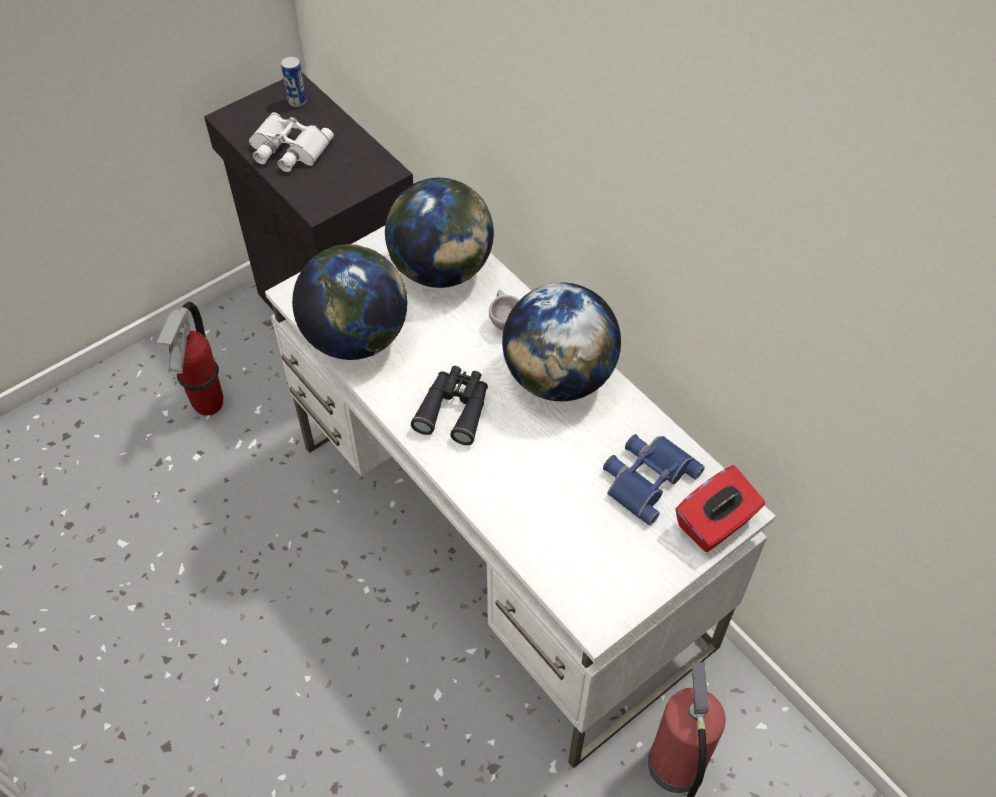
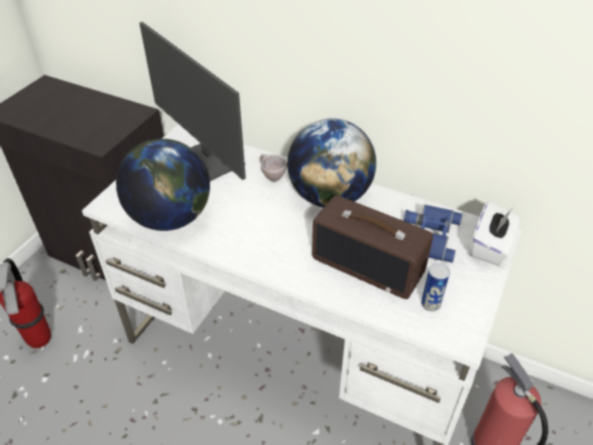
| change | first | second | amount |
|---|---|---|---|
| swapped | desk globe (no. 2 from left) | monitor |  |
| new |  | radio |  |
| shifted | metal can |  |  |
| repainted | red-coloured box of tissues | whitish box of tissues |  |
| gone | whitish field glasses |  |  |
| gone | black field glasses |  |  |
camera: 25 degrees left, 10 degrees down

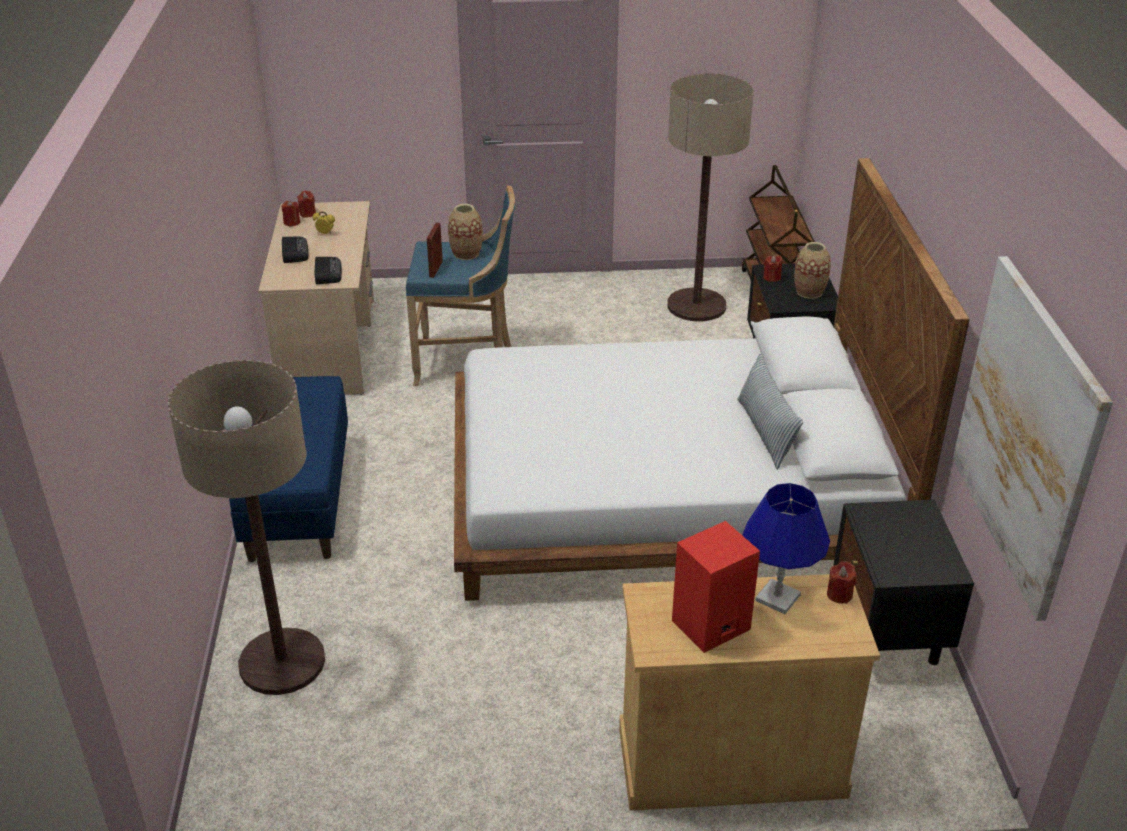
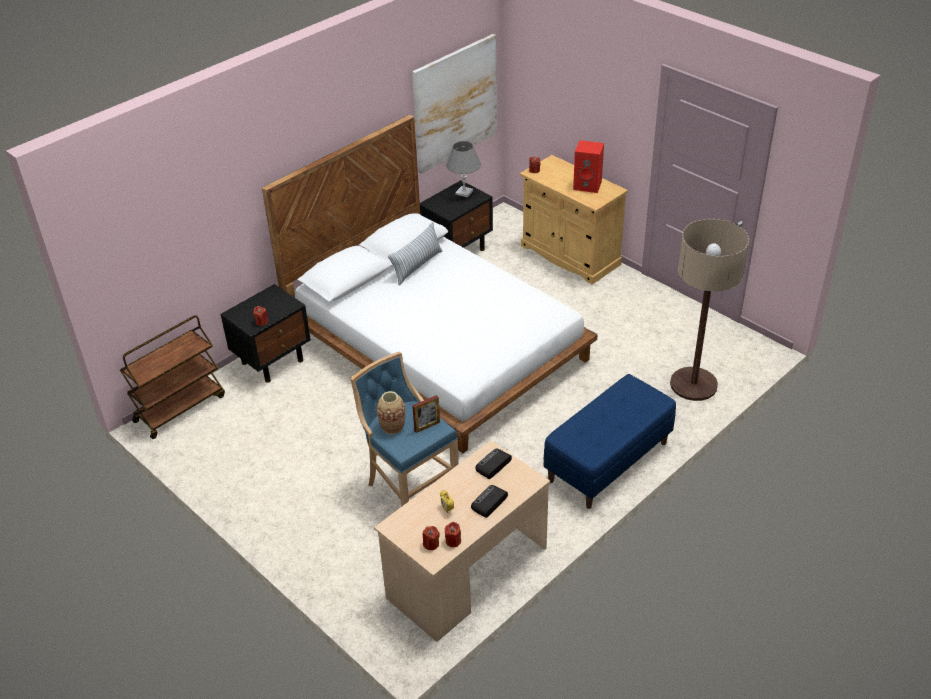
| change | first | second | amount |
|---|---|---|---|
| new |  | greyish table lamp |  |
| gone | floor lamp (no. 2 from left) |  |  |
| gone | bluish table lamp |  |  |
| gone | vase (no. 2 from left) |  |  |
camera: 130 degrees left, 5 degrees up

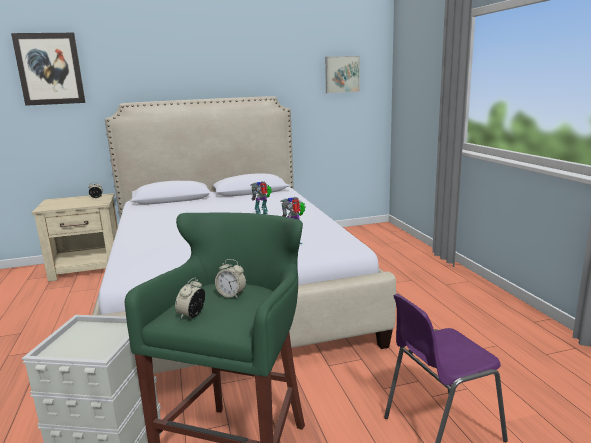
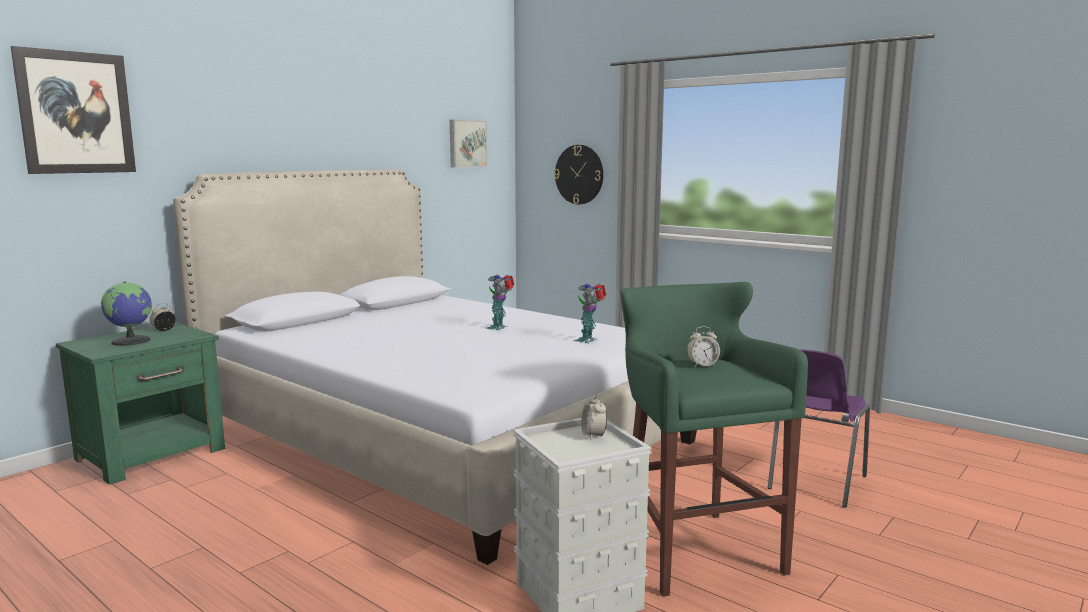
| change | first | second | amount |
|---|---|---|---|
| repainted | beige-coloured night table | greenish night table |  |
| new |  | desk globe |  |
| new |  | wall clock |  |
| shifted | bedside clock (no. 2 from left) |  |  |
camera: 35 degrees left, 5 degrees down

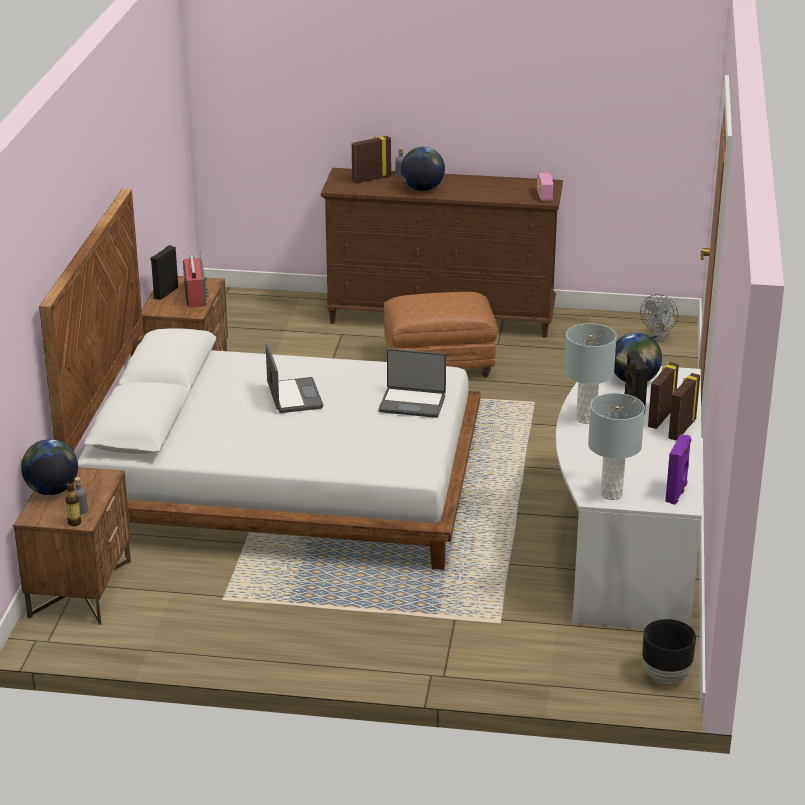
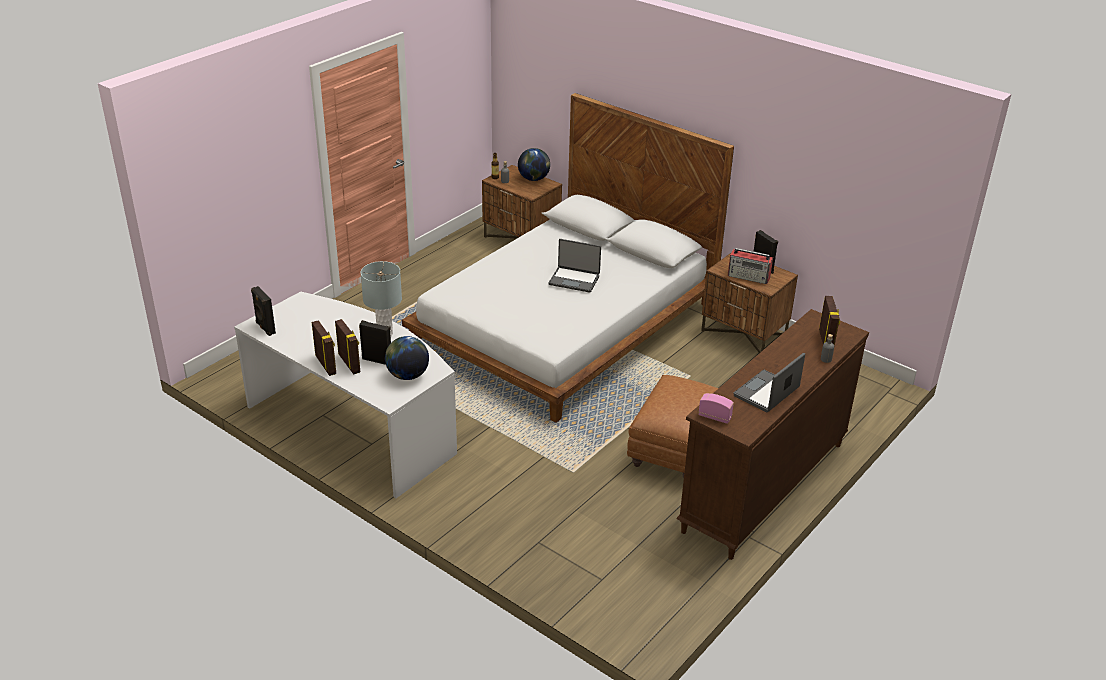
| change | first | second | amount |
|---|---|---|---|
| repainted | purple-coloured loudspeaker | black loudspeaker (no. 1 from left) |  |
| shifted | portable computer (no. 2 from left) |  |  |
| gone | desk globe (no. 2 from left) |  |  |
| gone | greyish table lamp (no. 2 from left) |  |  |
| gone | greyish cooling fan |  |  |
| gone | black plant pot |  |  |
camera: 120 degrees right, 5 degrees up

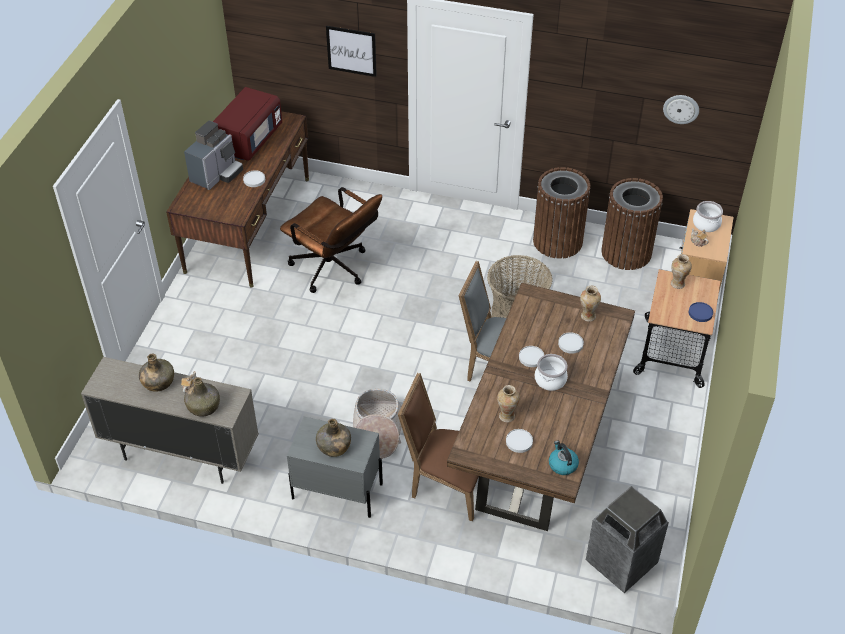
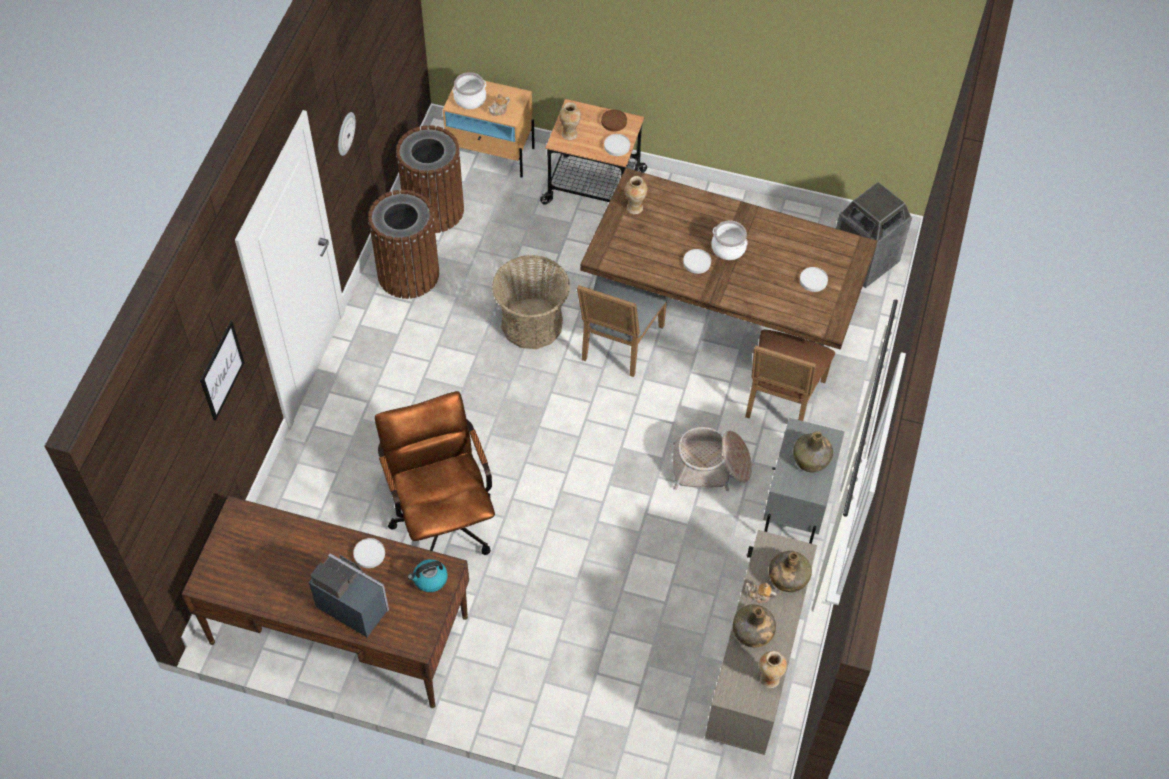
| change | first | second | amount |
|---|---|---|---|
| shifted | wall clock |  |  |
| rotated | brown-coloured office chair |  | 60 degrees counterclockwise |
| shifted | kettle |  |  |
| repainted | bluish flat dish | brown-coloured flat dish |  |
| shifted | whitish flat dish (no. 4 from left in the first image) | whitish flat dish (no. 2 from left) |  |
| shifted | vase (no. 1 from left in the first image) | vase (no. 3 from left) |  |
| gone | red-coloured microwave |  |  |
camera: 90 degrees left, 10 degrees up

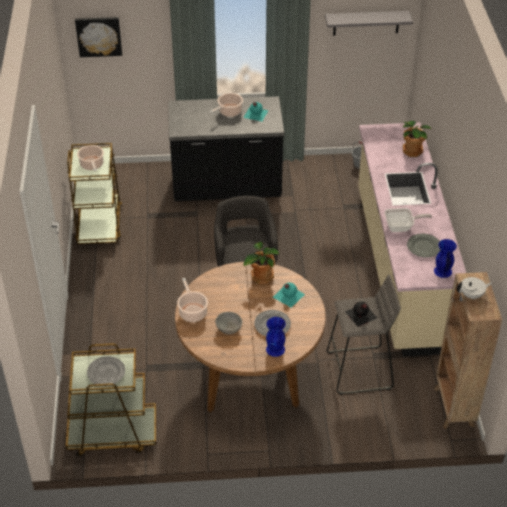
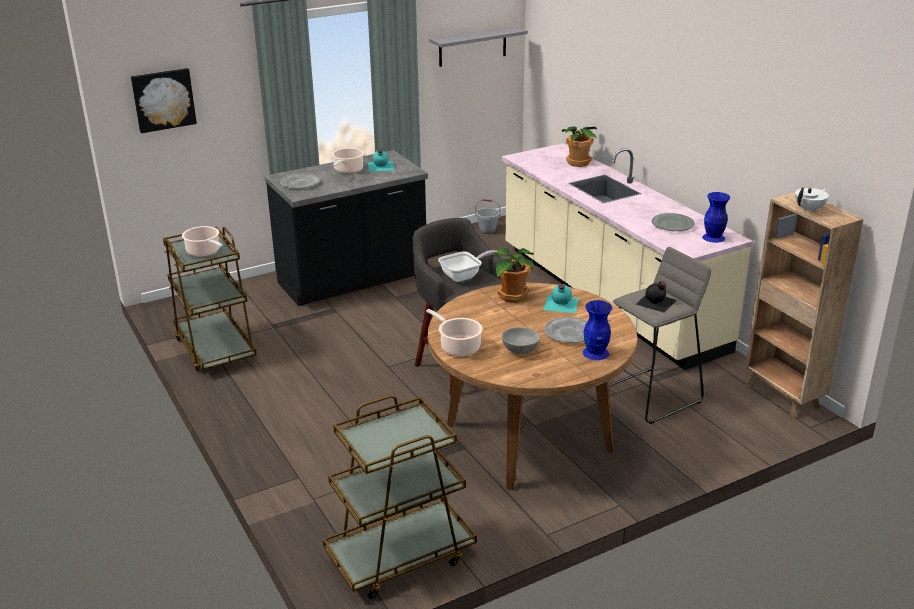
| change | first | second | amount |
|---|---|---|---|
| shifted | greyish flat dish (no. 1 from left) |  |  |
| shifted | frying pan |  |  |
camera: 25 degrees left, 15 degrees down

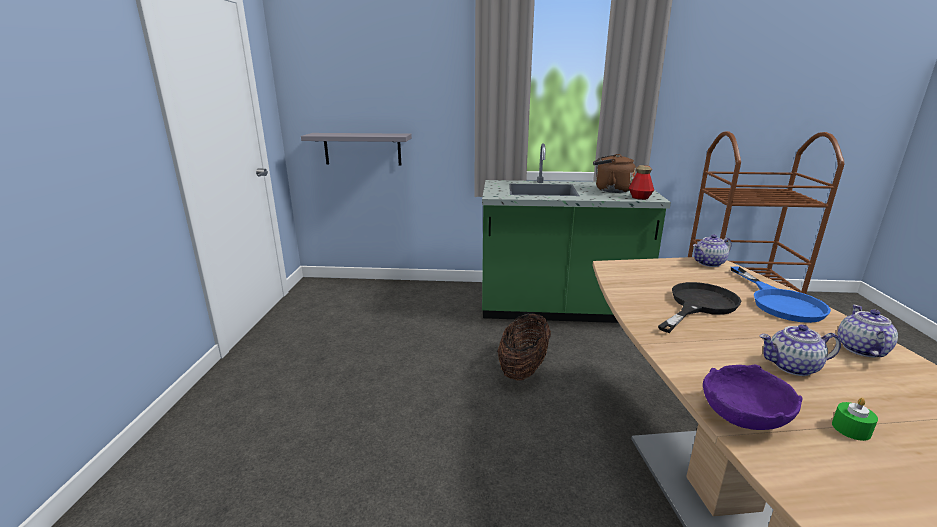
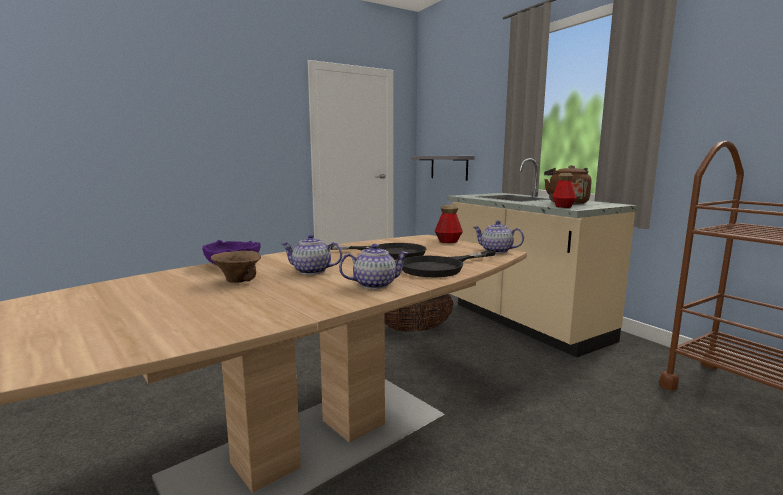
| change | first | second | amount |
|---|---|---|---|
| swapped | greenish wax candle | brown-coloured deep dish |  |
| rotated | teapot (no. 2 from left in the first image) | teapot (no. 1 from left) | 45 degrees counterclockwise |
| repainted | bluish frying pan | black frying pan (no. 2 from left) |  |
| new |  | drink bottle (no. 1 from left) |  |
| repainted | greenish counter | beige-coloured counter |  |
camera: 55 degrees right, 10 degrees down

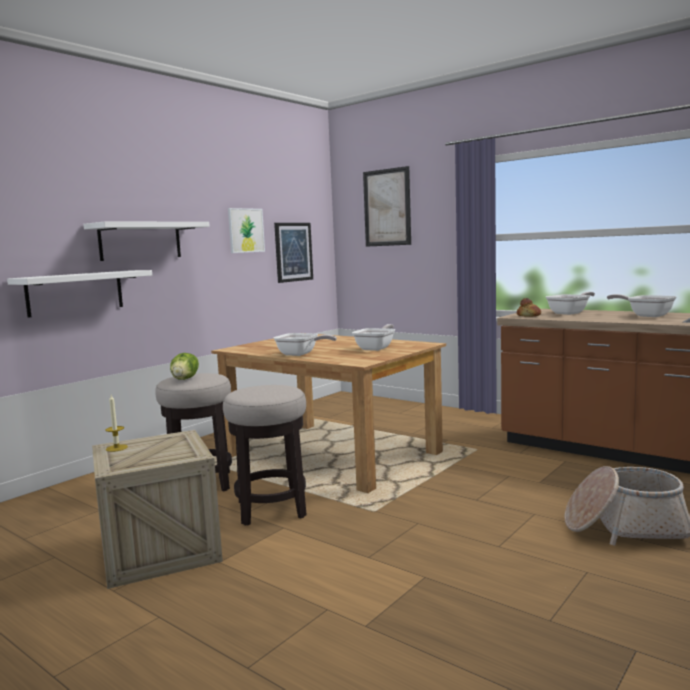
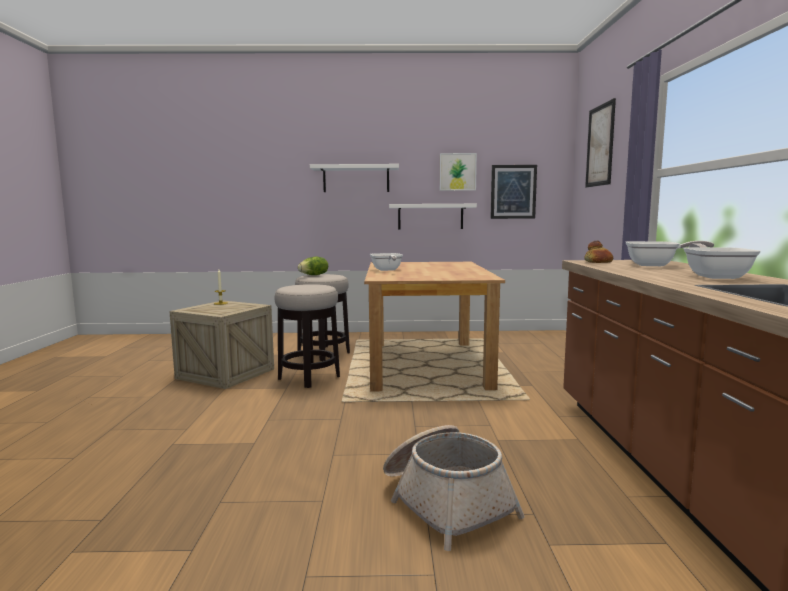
| change | first | second | amount |
|---|---|---|---|
| shifted | whitish wall shelf (no. 1 from left in the first image) | whitish wall shelf (no. 2 from left) |  |
| gone | frying pan (no. 2 from left) |  |  |
camera: 50 degrees right, 0 degrees up

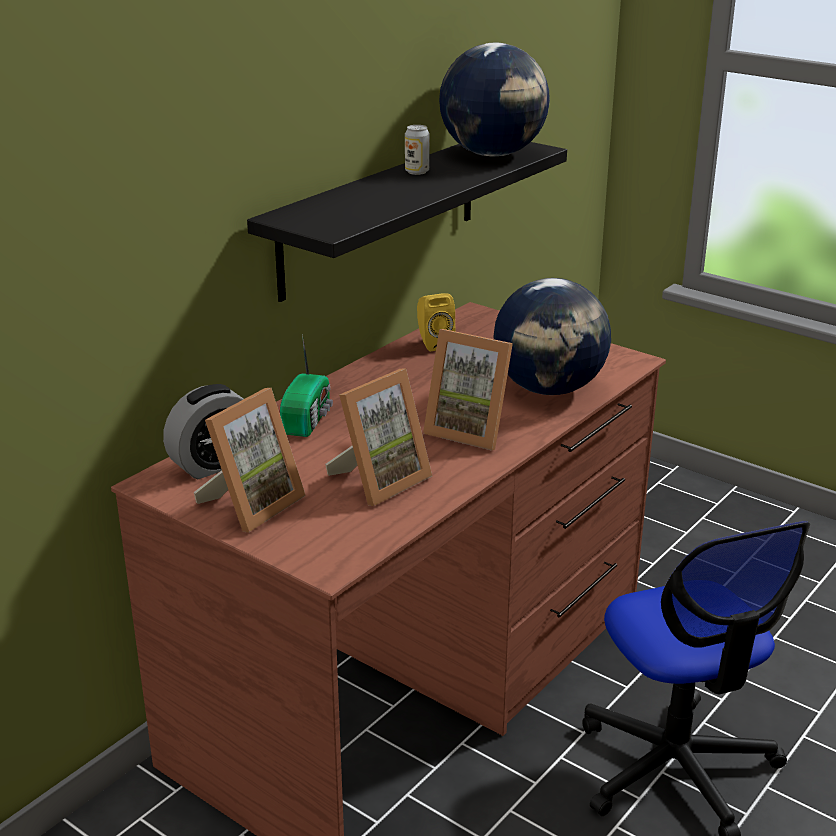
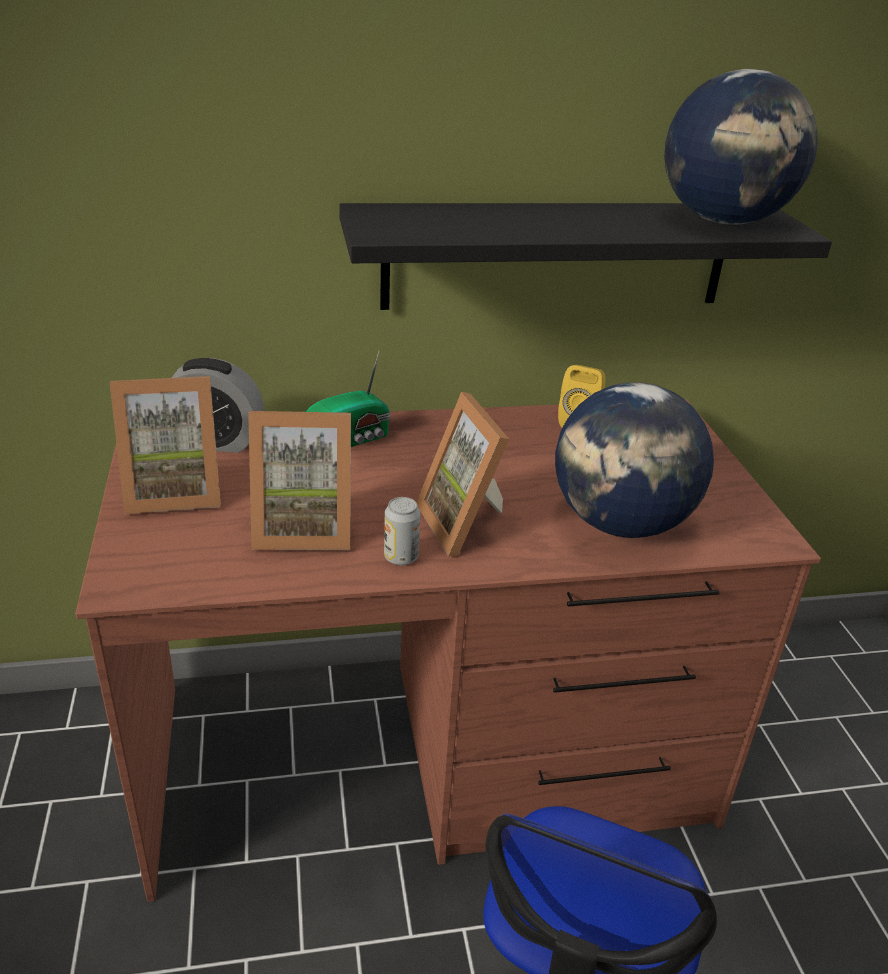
| change | first | second | amount |
|---|---|---|---|
| shifted | metal can |  |  |
camera: 40 degrees right, 5 degrees up

